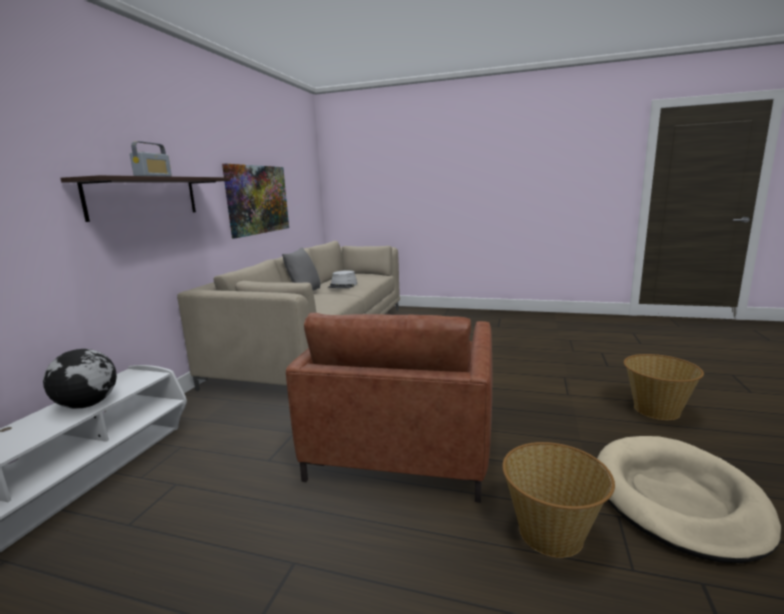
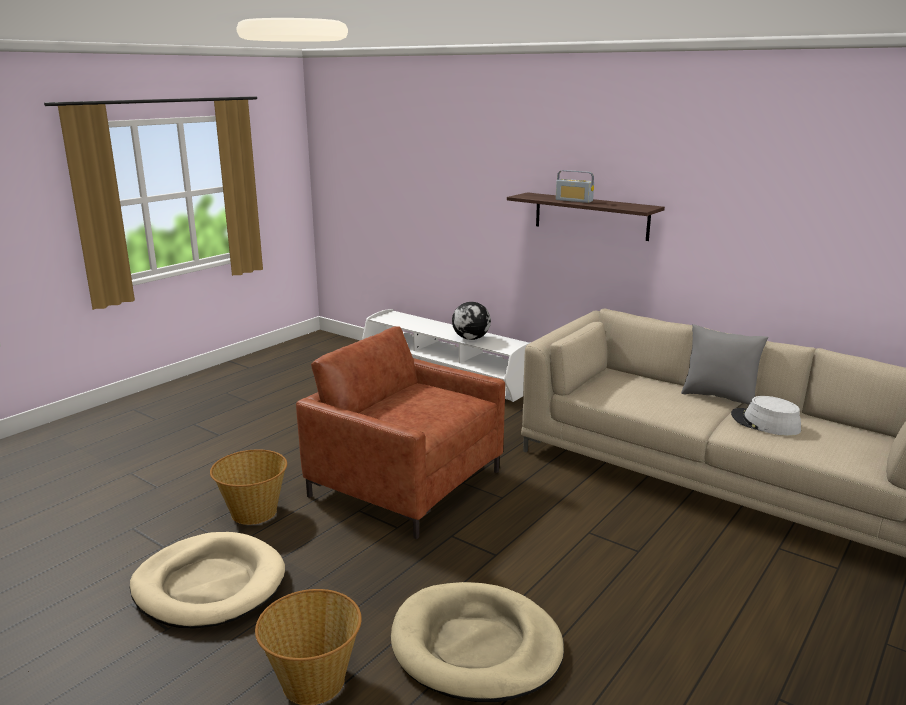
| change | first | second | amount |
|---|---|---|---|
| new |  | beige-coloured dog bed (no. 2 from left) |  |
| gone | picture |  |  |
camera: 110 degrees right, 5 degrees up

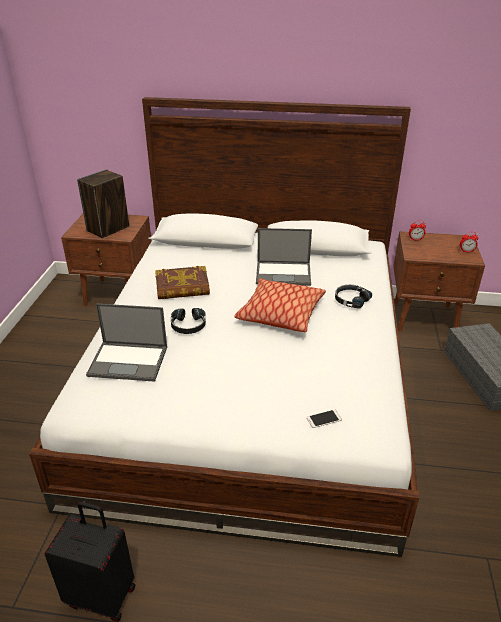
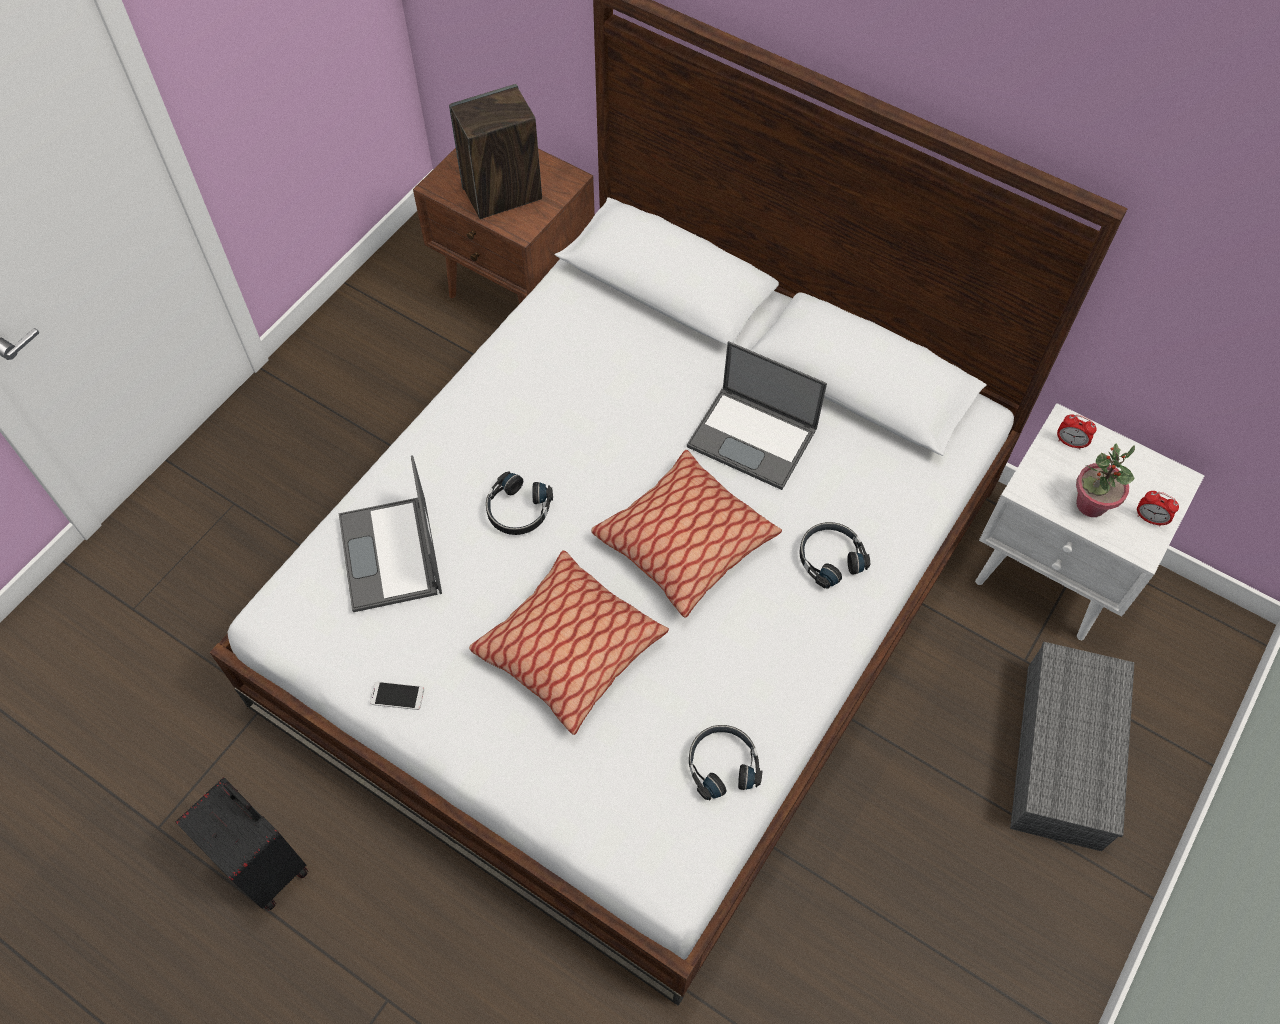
| change | first | second | amount |
|---|---|---|---|
| rotated | portable computer (no. 1 from left) |  | 45 degrees clockwise |
| shifted | phone |  |  |
| new |  | pillow (no. 1 from left) |  |
| new |  | black headphones (no. 2 from left) |  |
| repainted | brown-coloured night table (no. 2 from left) | whitish night table |  |
| new |  | potted plant |  |
| gone | bound book |  |  |
camera: 25 degrees right, 25 degrees up

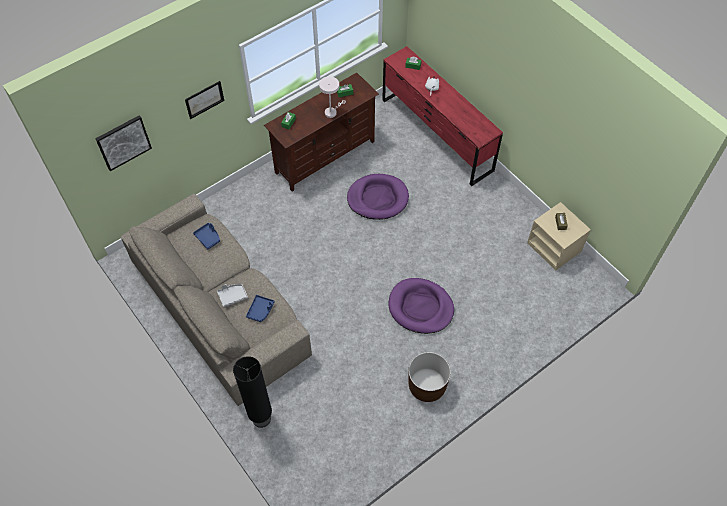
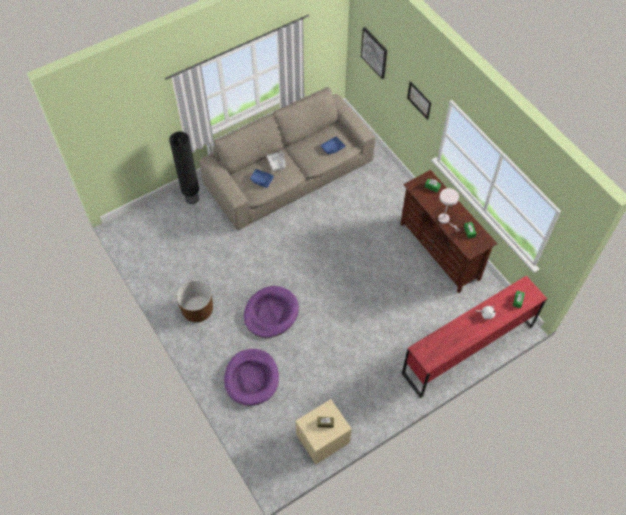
| change | first | second | amount |
|---|---|---|---|
| shifted | purple-coloured dog bed (no. 1 from left) |  |  |
camera: 95 degrees right, 0 degrees up

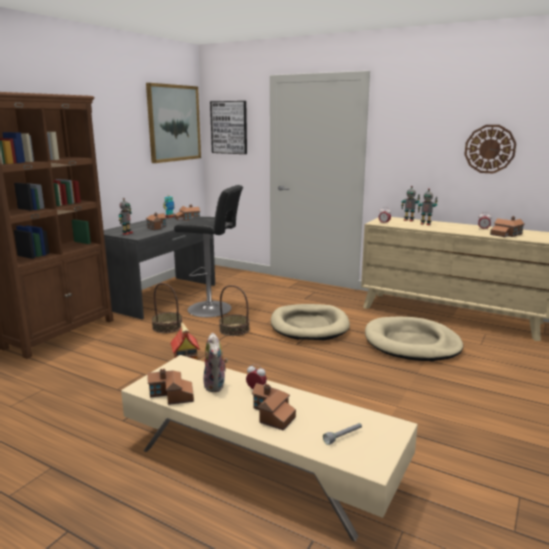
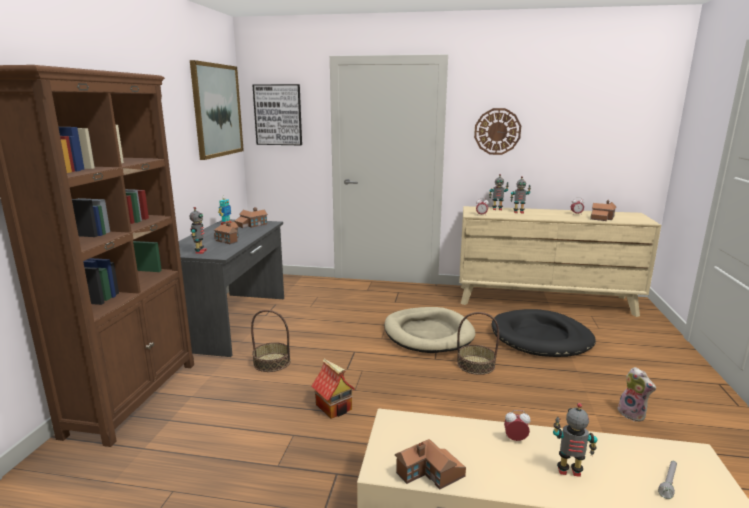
| change | first | second | amount |
|---|---|---|---|
| shifted | household basket (no. 2 from left) |  |  |
| shifted | wall clock |  |  |
| repainted | beige-coloured dog bed (no. 2 from left) | black dog bed |  |
| swapped | miniature house (no. 5 from left) | toy robot (no. 5 from left) |  |
| shifted | soft toy |  |  |
| gone | black stool |  |  |
camera: 20 degrees left, 0 degrees up

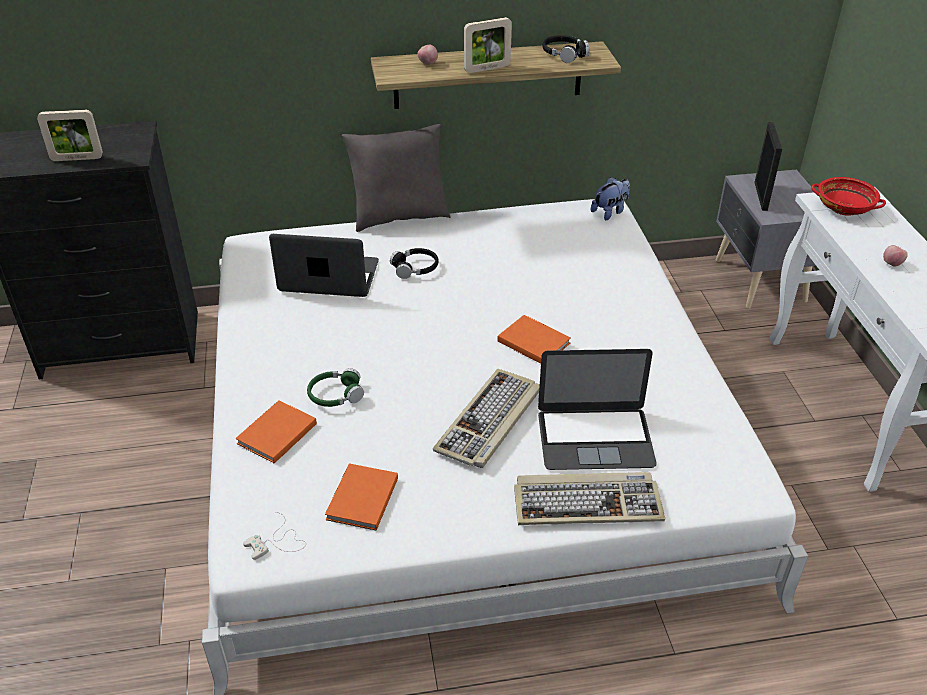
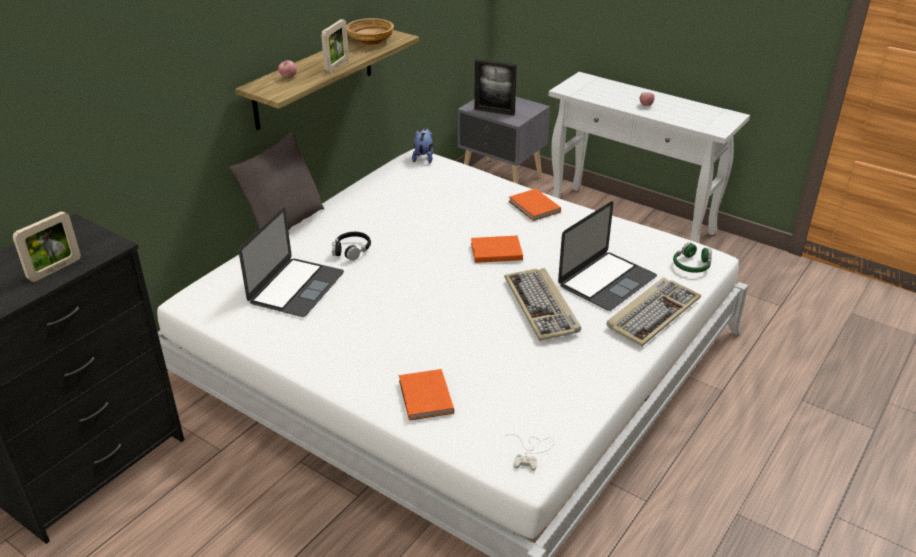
| change | first | second | amount |
|---|---|---|---|
| rotated | portable computer (no. 1 from left) |  | 150 degrees clockwise |
| swapped | black headphones (no. 2 from left) | beige-coloured deep dish |  |
| rotated | standing frame (no. 3 from left) |  | 150 degrees clockwise |
| shifted | orangey bound book (no. 2 from left in the first image) | orangey bound book (no. 3 from left) |  |
| shifted | greenish headphones |  |  |
| gone | red-coloured deep dish |  |  |
camera: 45 degrees left, 5 degrees down

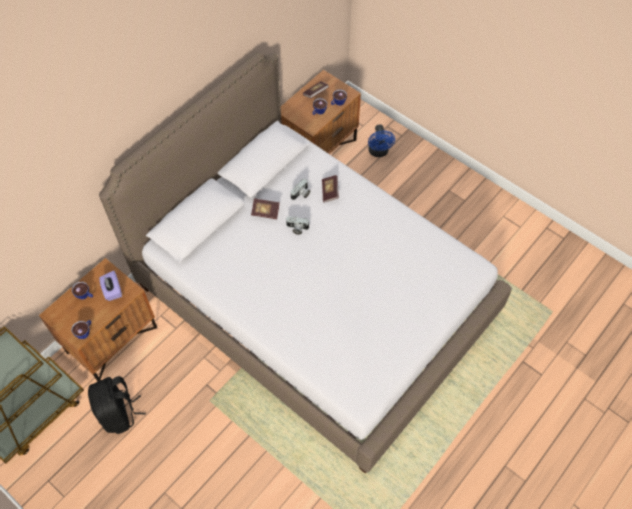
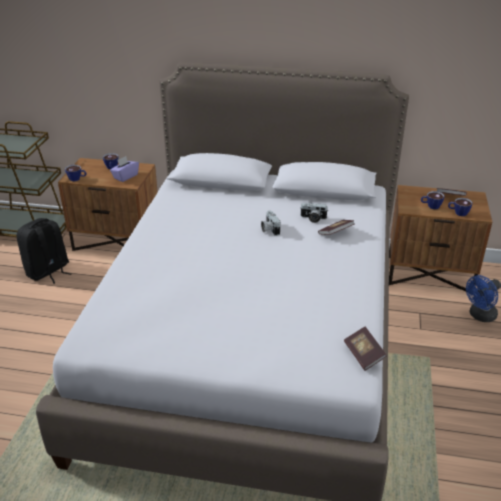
| change | first | second | amount |
|---|---|---|---|
| shifted | bound book (no. 1 from left in the first image) | bound book (no. 2 from left) |  |
camera: 60 degrees right, 25 degrees down

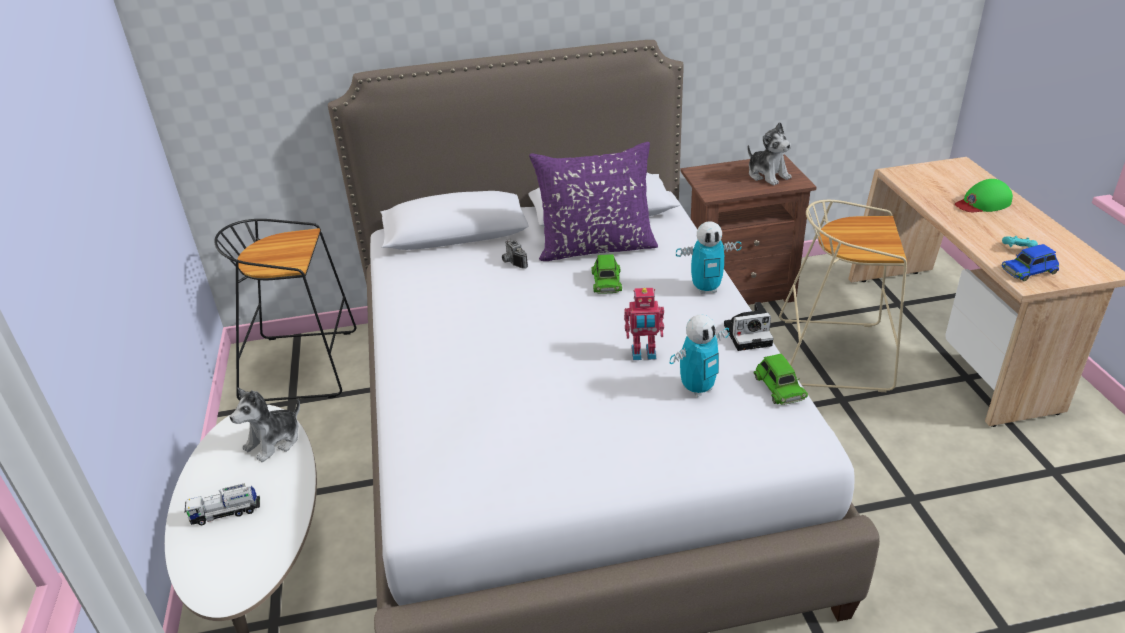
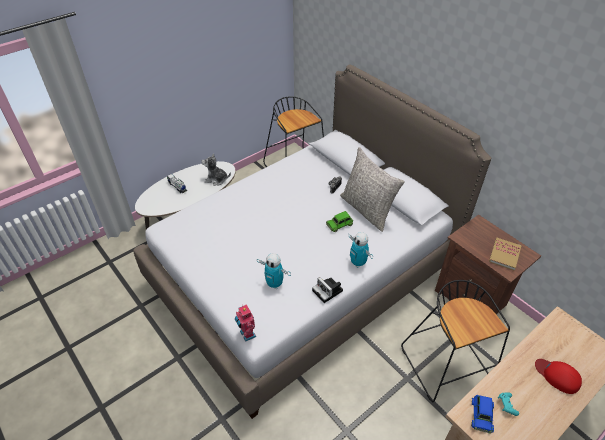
| change | first | second | amount |
|---|---|---|---|
| shifted | toy robot (no. 1 from left) |  |  |
| repainted | purple-coloured pillow | greyish pillow |  |
| repainted | beige-coloured stool | black stool (no. 2 from left) |  |
| rotated | bluish toy car |  | 120 degrees counterclockwise |
| swapped | soft toy (no. 2 from left) | bound book |  |
| repainted | greenish baseball cap | red-coloured baseball cap |  |
| gone | greenish toy car (no. 2 from left) |  |  |
camera: 60 degrees right, 10 degrees up

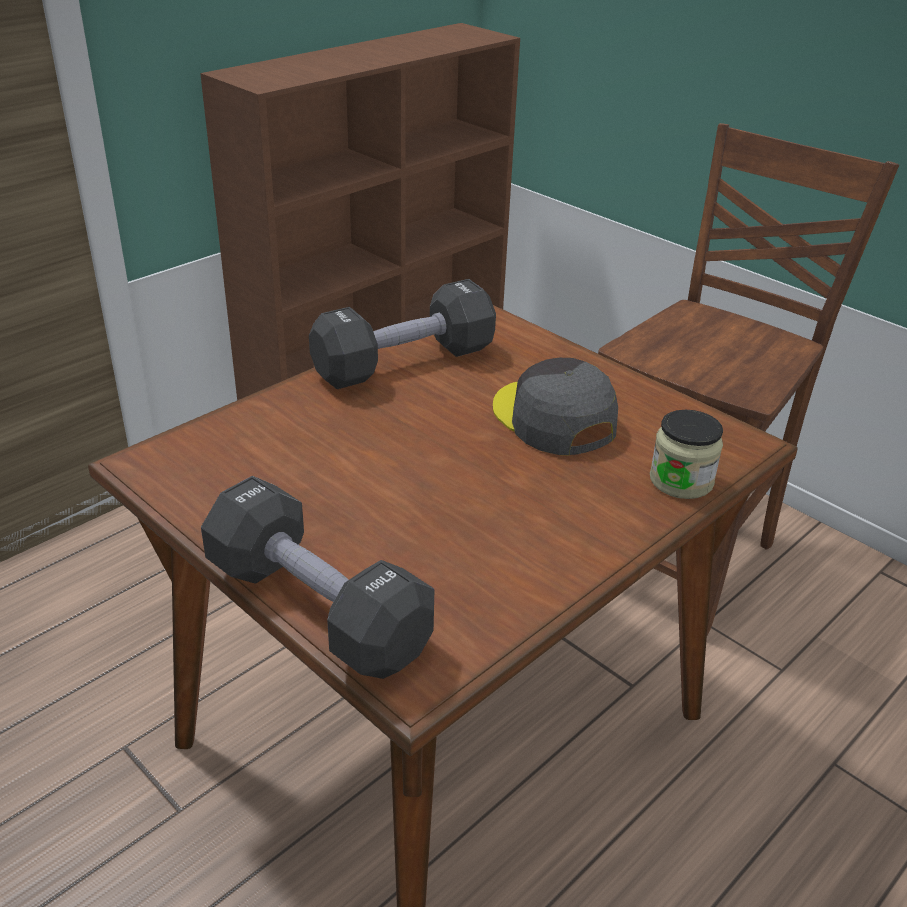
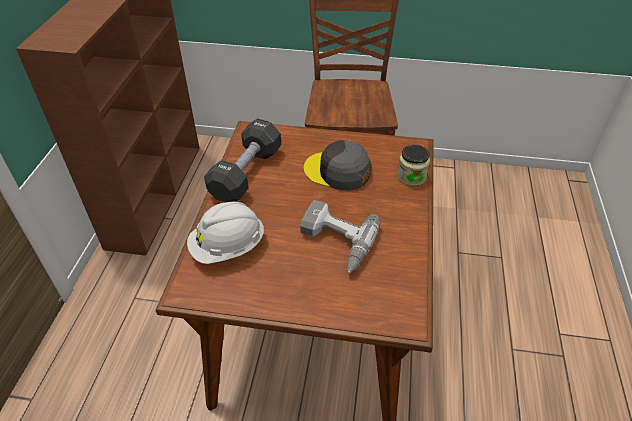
| change | first | second | amount |
|---|---|---|---|
| new |  | whitish hard hat |  |
| new |  | electric drill |  |
| gone | black hand weight (no. 1 from left) |  |  |
camera: 35 degrees left, 10 degrees up

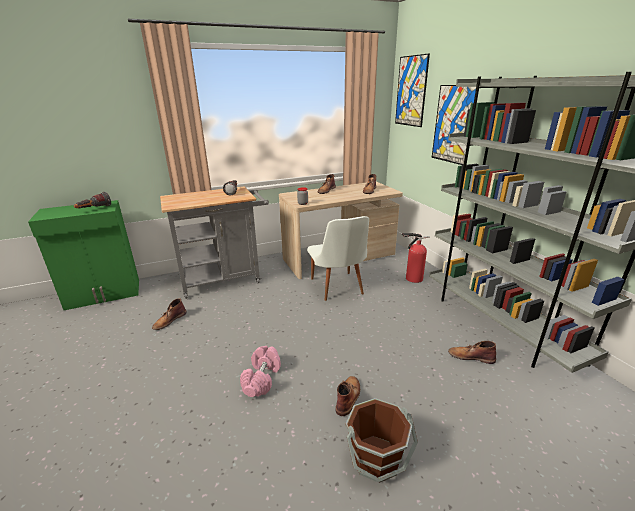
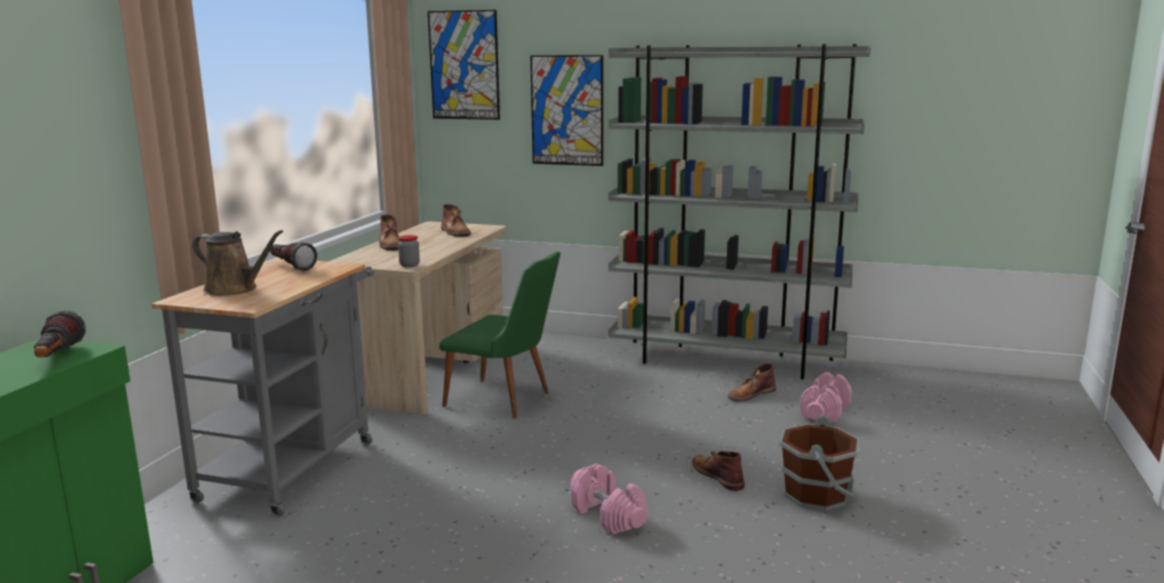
| change | first | second | amount |
|---|---|---|---|
| new |  | brown-coloured watering pot |  |
| repainted | whitish plain chair | greenish plain chair |  |
| new |  | pinkish hand weight (no. 2 from left) |  |
| gone | brown-coloured boot (no. 1 from left) |  |  |
| gone | extinguisher |  |  |
camera: 50 degrees left, 10 degrees down

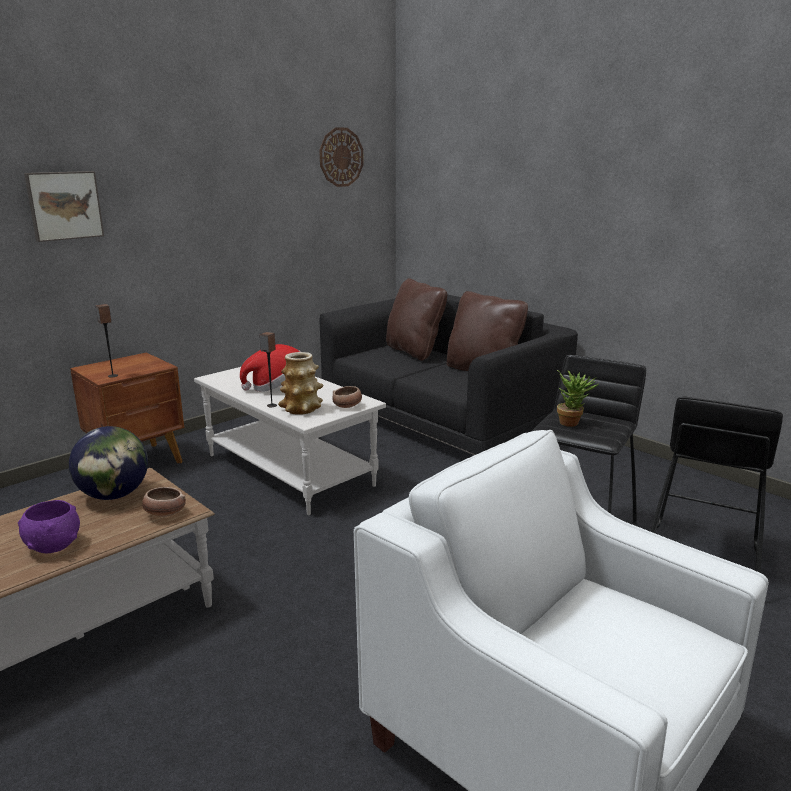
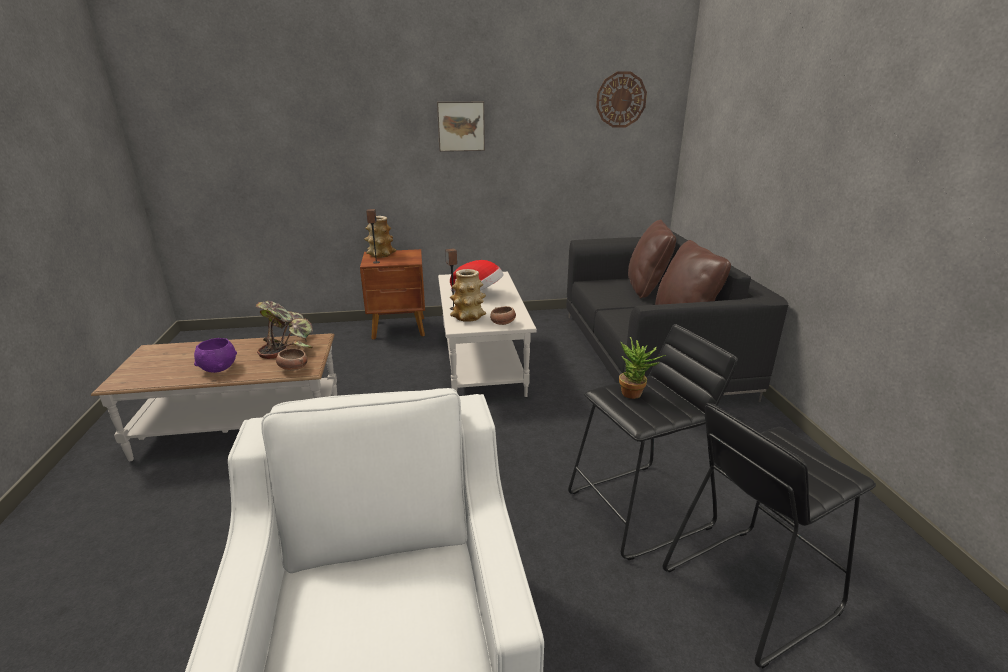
| change | first | second | amount |
|---|---|---|---|
| swapped | desk globe | potted plant (no. 1 from left) |  |
| new |  | vase (no. 1 from left) |  |
| shifted | picture |  |  |
camera: 35 degrees right, 5 degrees up

